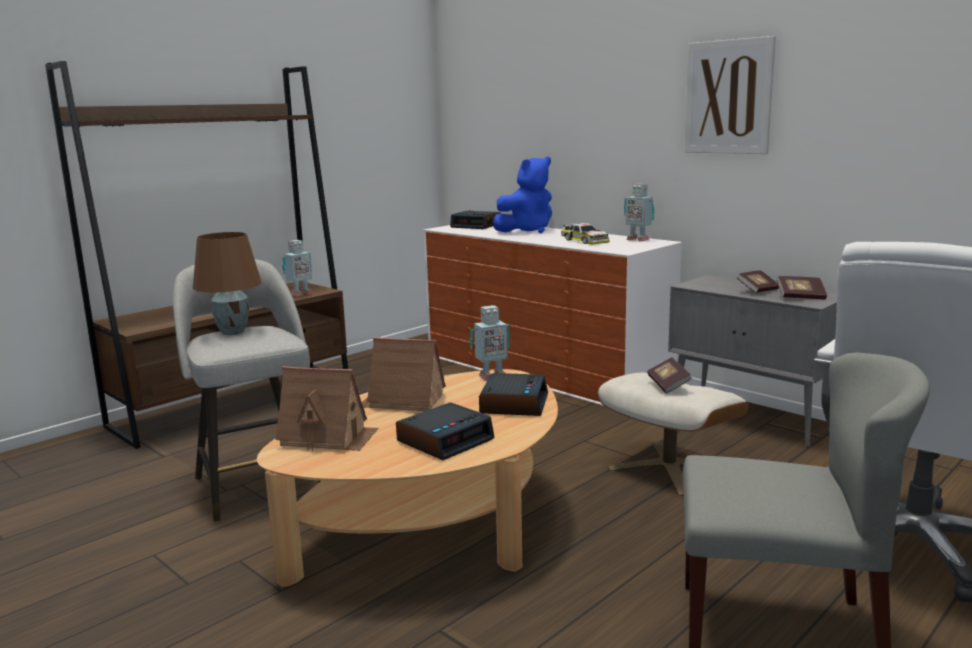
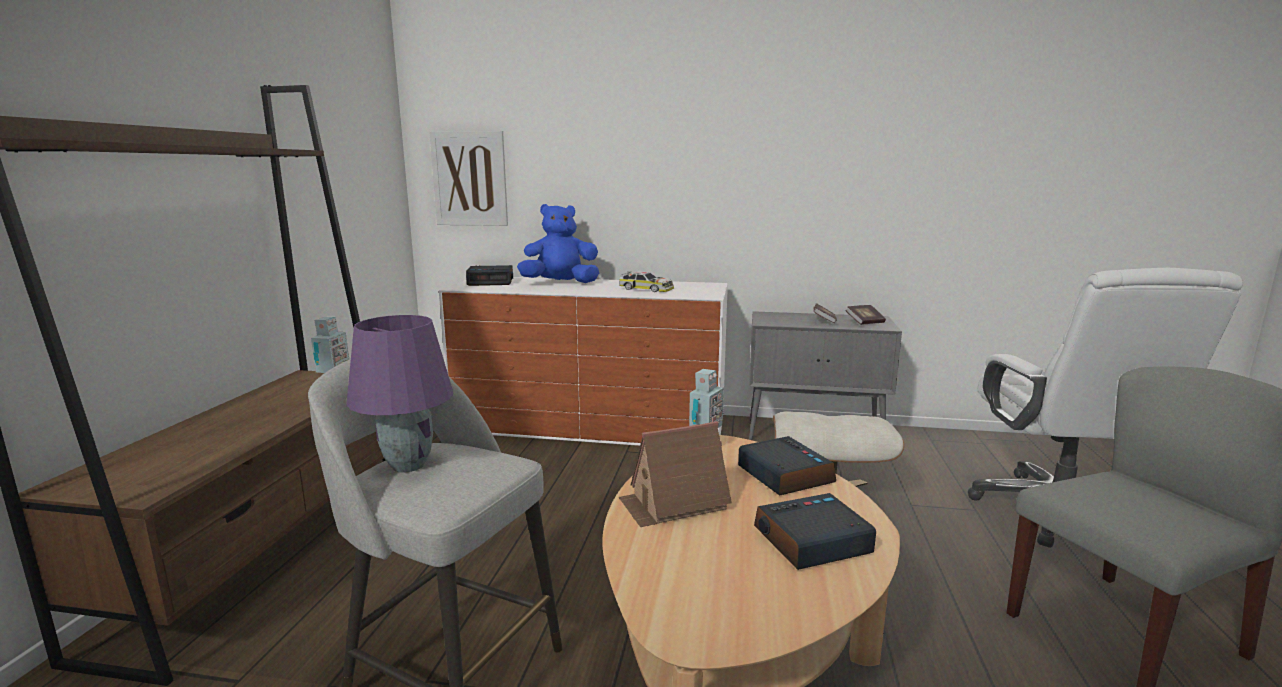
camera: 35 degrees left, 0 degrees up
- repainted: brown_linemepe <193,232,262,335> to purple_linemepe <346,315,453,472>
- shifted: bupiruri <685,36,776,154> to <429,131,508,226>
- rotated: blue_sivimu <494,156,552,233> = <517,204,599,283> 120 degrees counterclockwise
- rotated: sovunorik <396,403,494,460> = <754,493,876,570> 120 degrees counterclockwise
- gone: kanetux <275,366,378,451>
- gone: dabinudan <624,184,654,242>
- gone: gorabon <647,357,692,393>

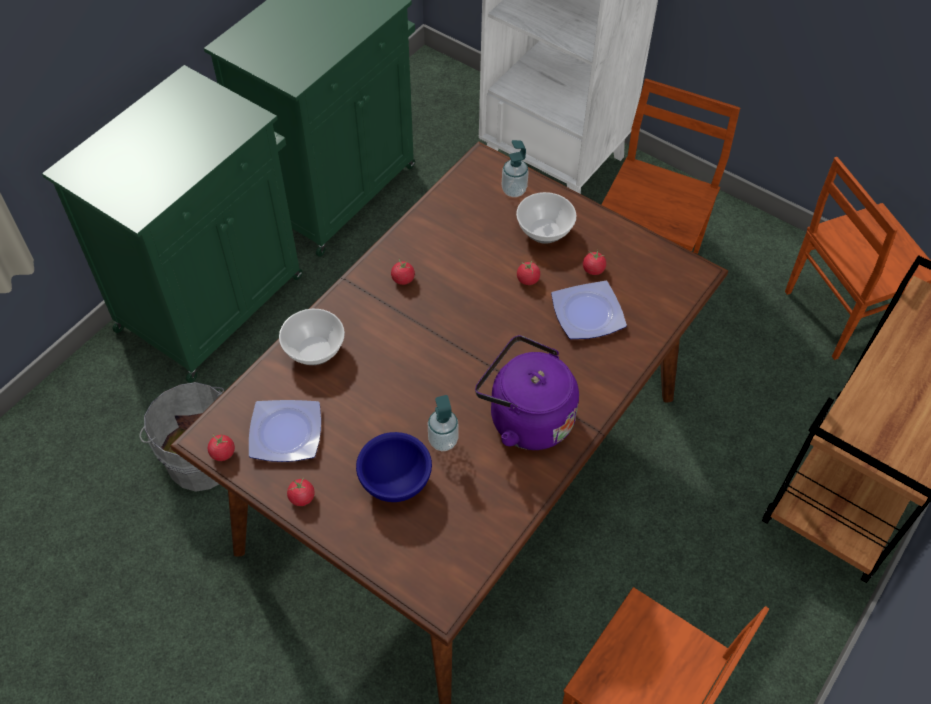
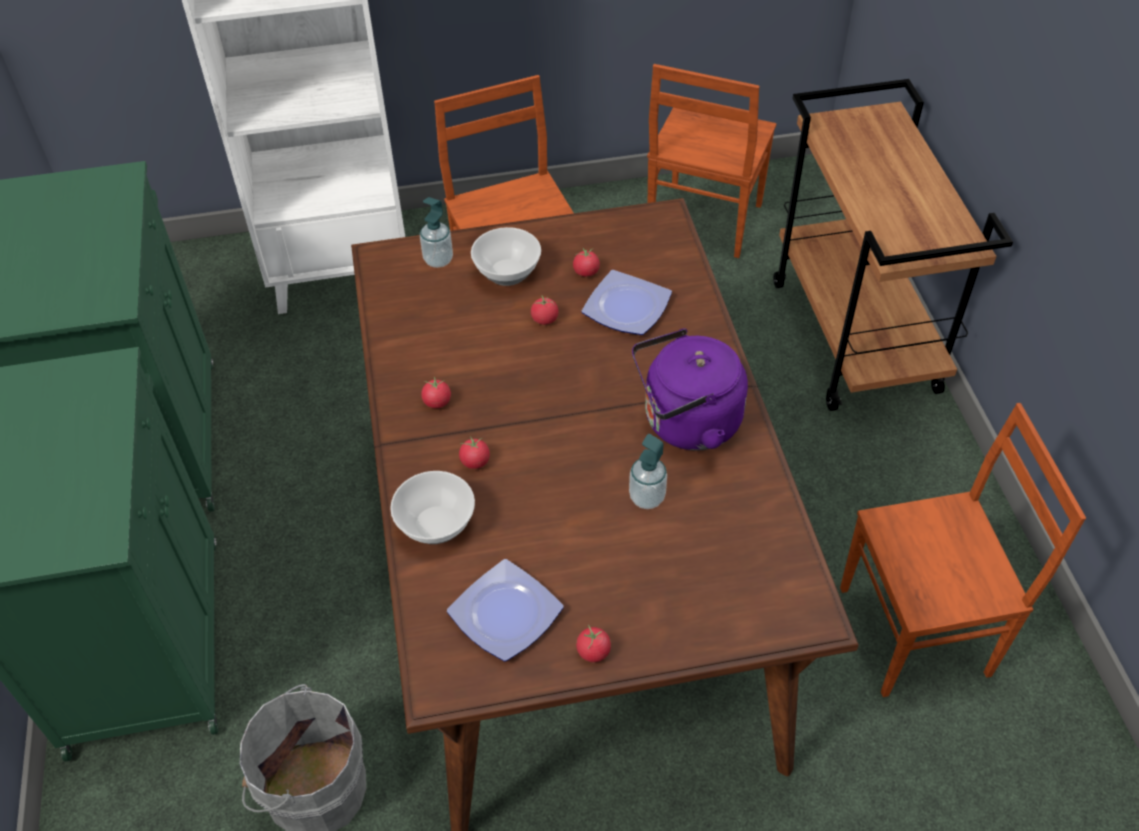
camera: 45 degrees left, 5 degrees down
- shifted: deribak <208,434,235,461> to <459,436,490,469>
- gone: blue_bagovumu <356,432,432,502>

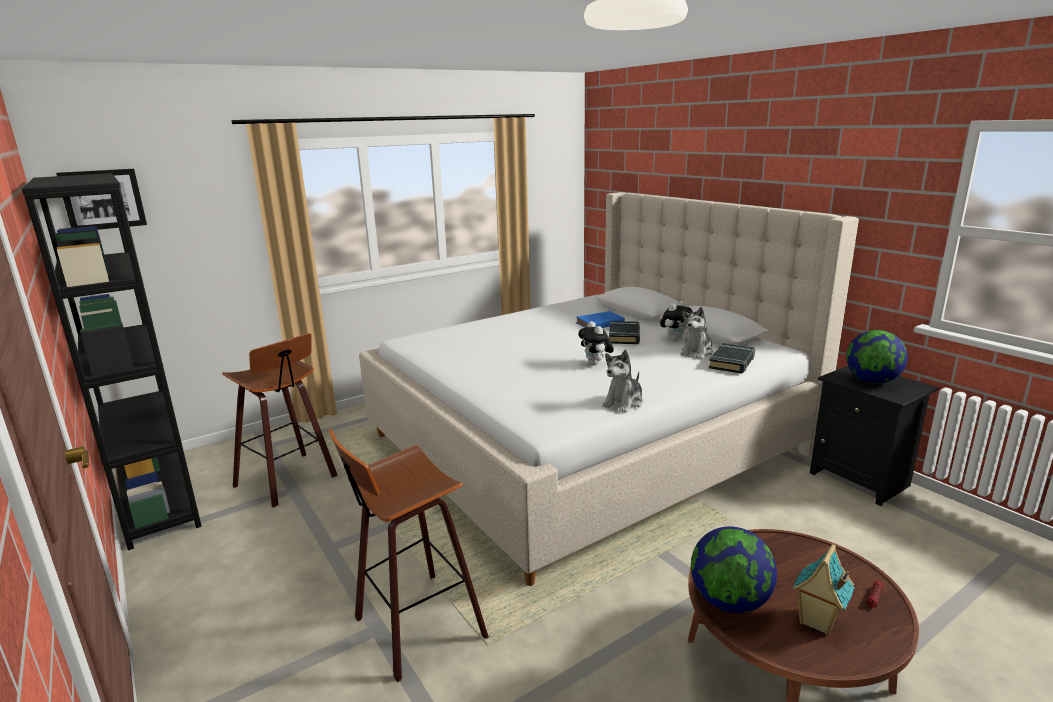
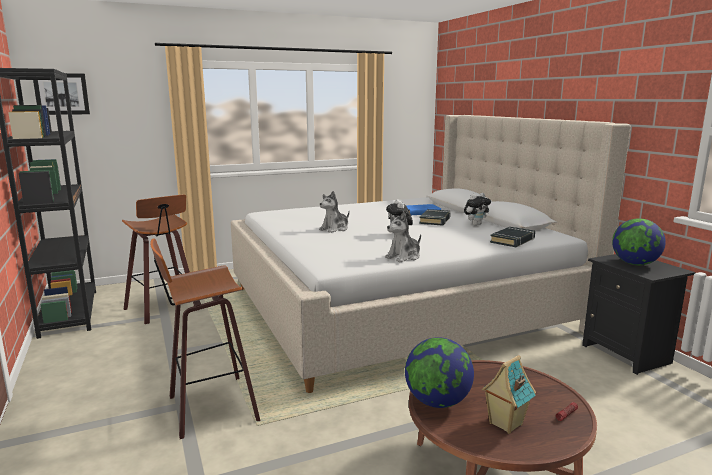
camera: 10 degrees right, 5 degrees down
- shifted: sivimu <681,307,713,359> to <319,191,350,233>

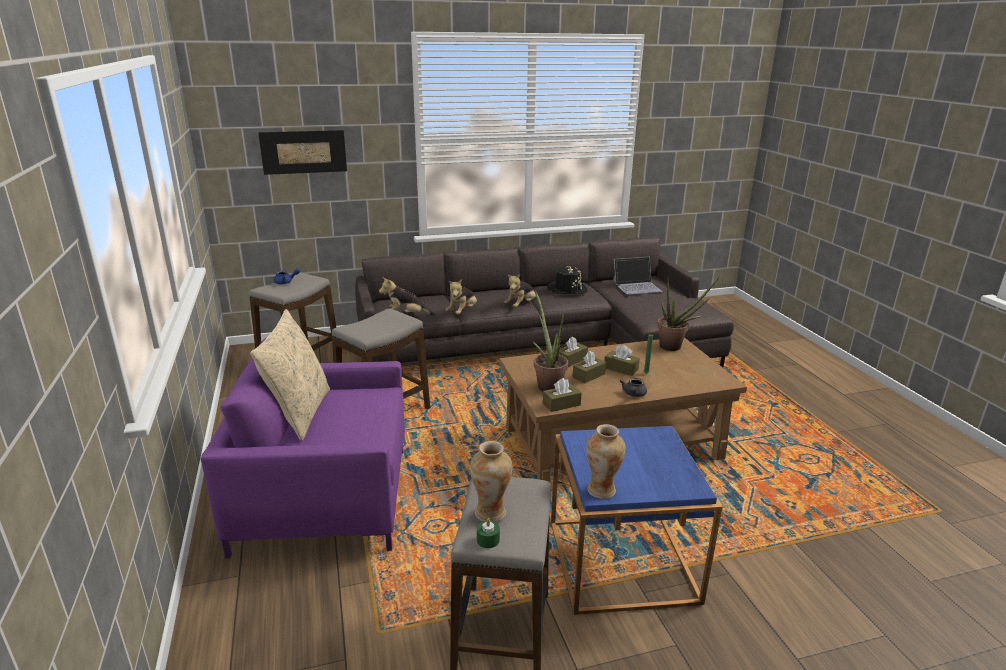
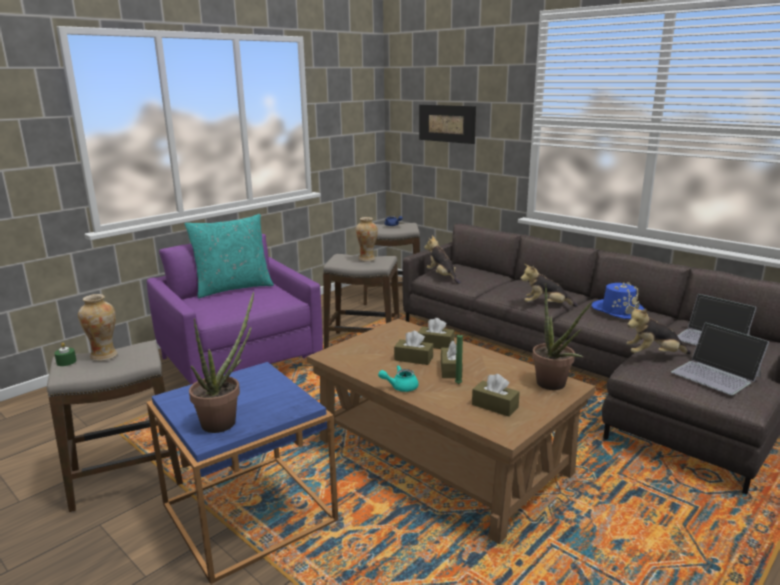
camera: 60 degrees right, 5 degrees down
- repainted: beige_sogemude <250,309,330,441> to turquoise_sogemude <185,214,274,298>
- shifted: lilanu <533,291,568,391> to <189,292,254,433>
- shifted: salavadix <586,424,626,499> to <355,217,378,262>
- repainted: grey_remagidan <620,378,647,397> to turquoise_remagidan <378,365,419,392>
- shifted: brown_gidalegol <543,378,582,412> to <472,374,520,417>
- repainted: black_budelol <547,266,588,294> to blue_budelol <592,282,645,319>
- shifted: sivimu <445,279,477,314> to <626,306,691,354>
- new: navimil <671,322,769,395>

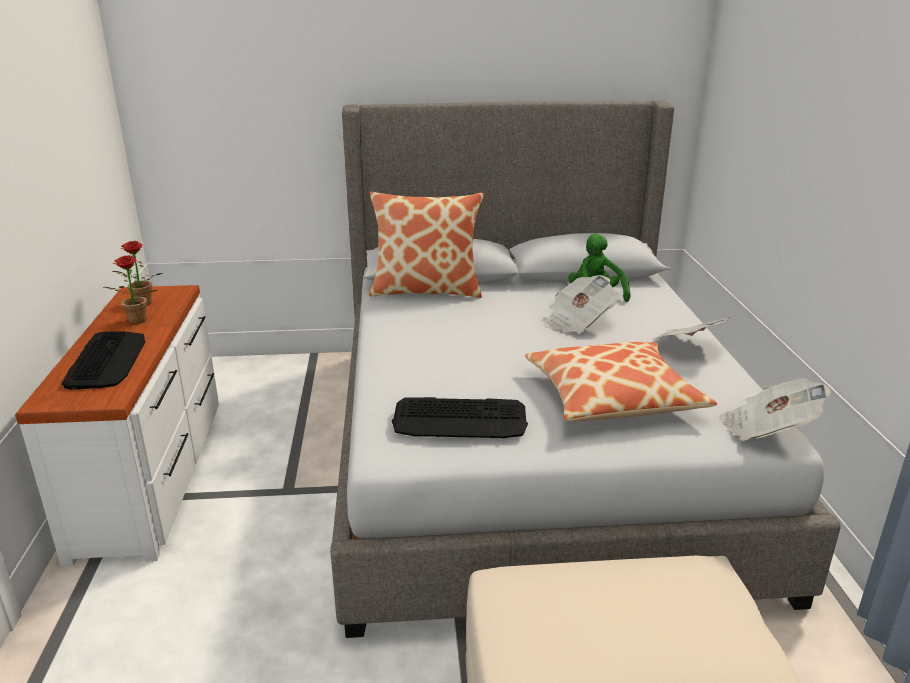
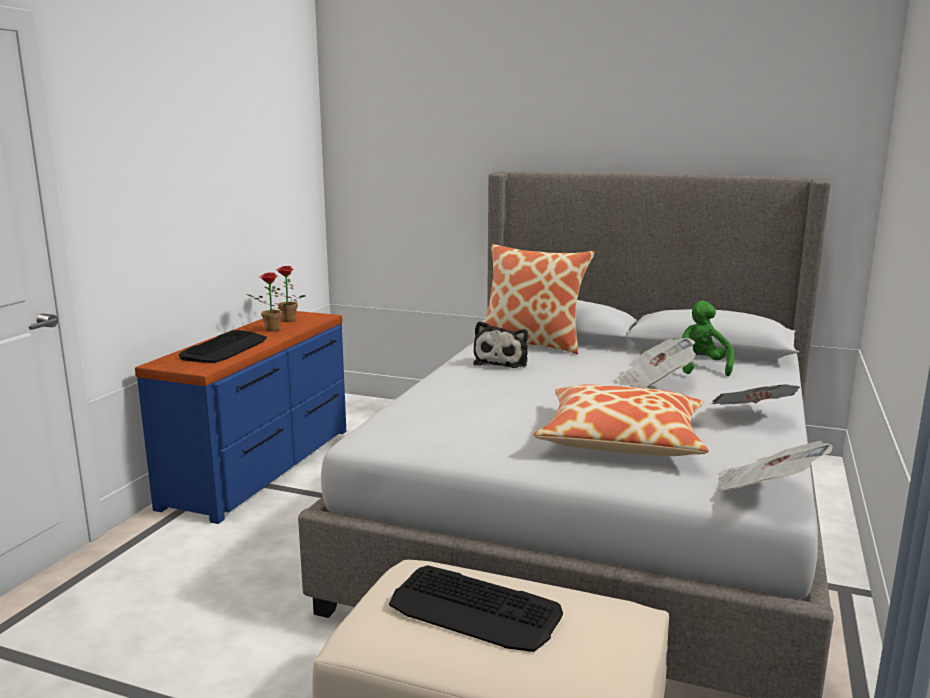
camera: 25 degrees right, 10 degrees down
- repainted: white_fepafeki <15,285,219,566> to blue_fepafeki <135,311,346,524>
- shifted: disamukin <392,397,528,439> to <389,565,563,652>
- new: sivimu <473,321,528,368>

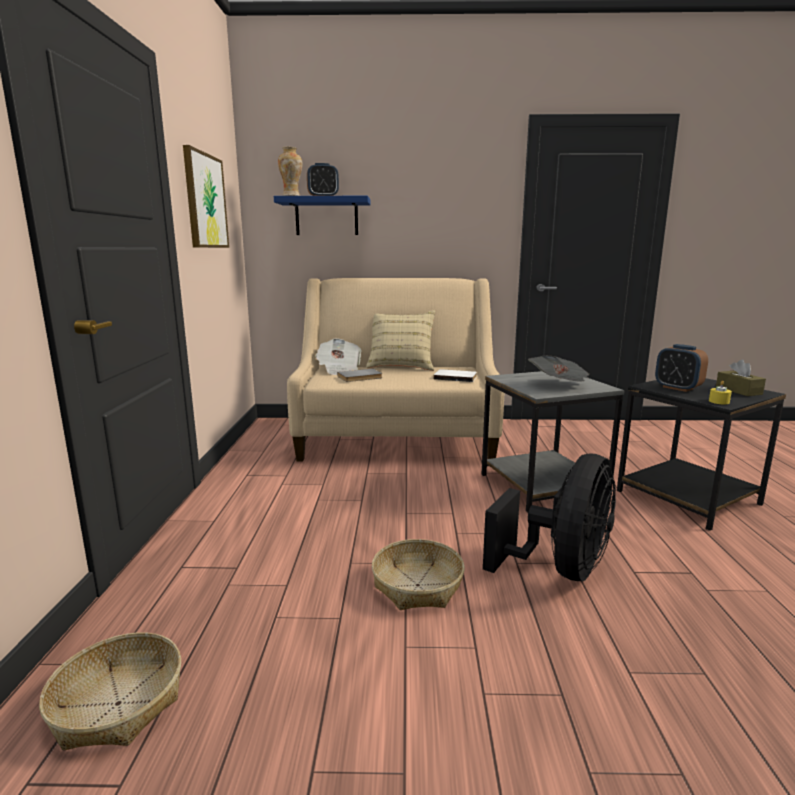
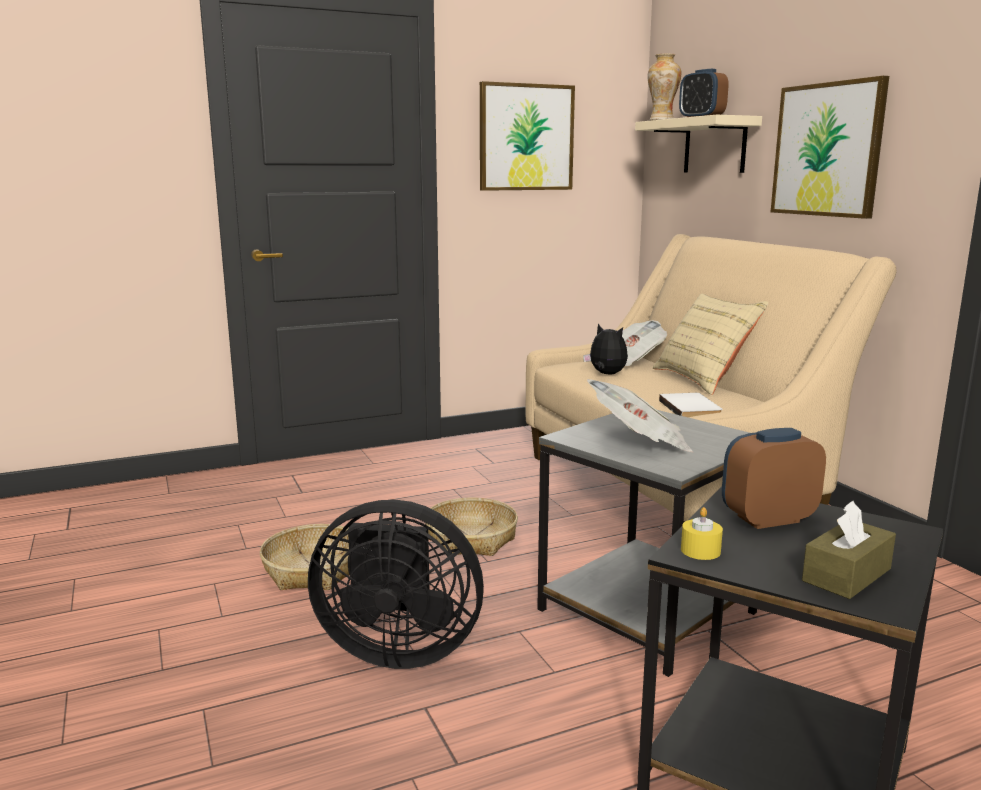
camera: 65 degrees right, 0 degrees up
- shifted: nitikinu <39,632,181,750> to <425,497,518,556>
- swapped: grey_gorabon <337,369,382,382> to sivimu <583,324,628,374>
- repainted: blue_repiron <274,196,370,235> to beige_repiron <635,115,762,173>
- rotated: sovunorik <655,344,708,392> = <722,428,826,529> 45 degrees clockwise
- new: bupiruri <771,76,889,219>

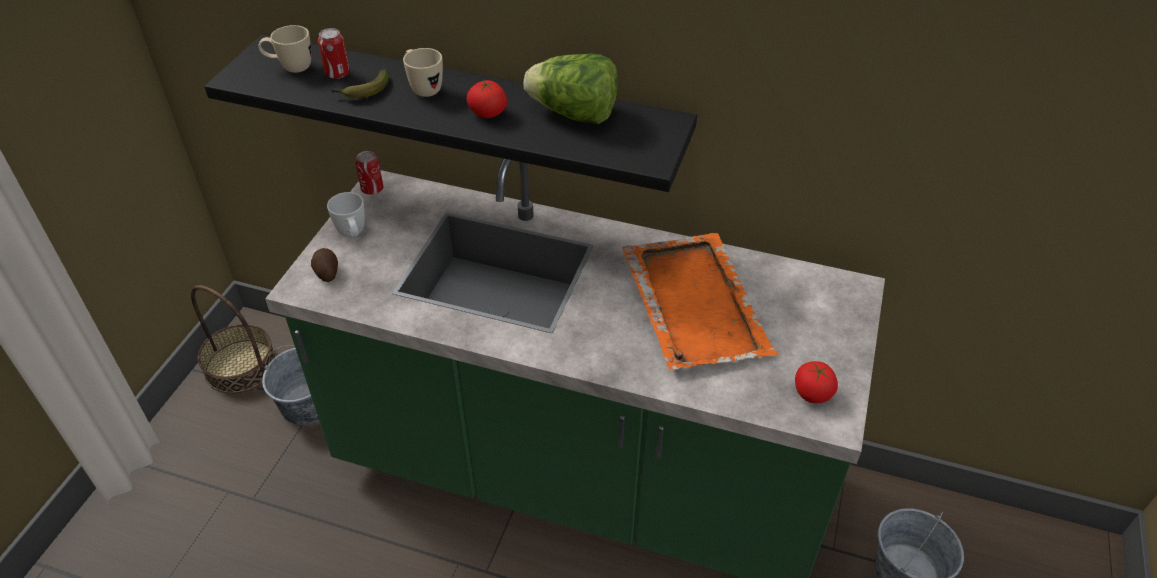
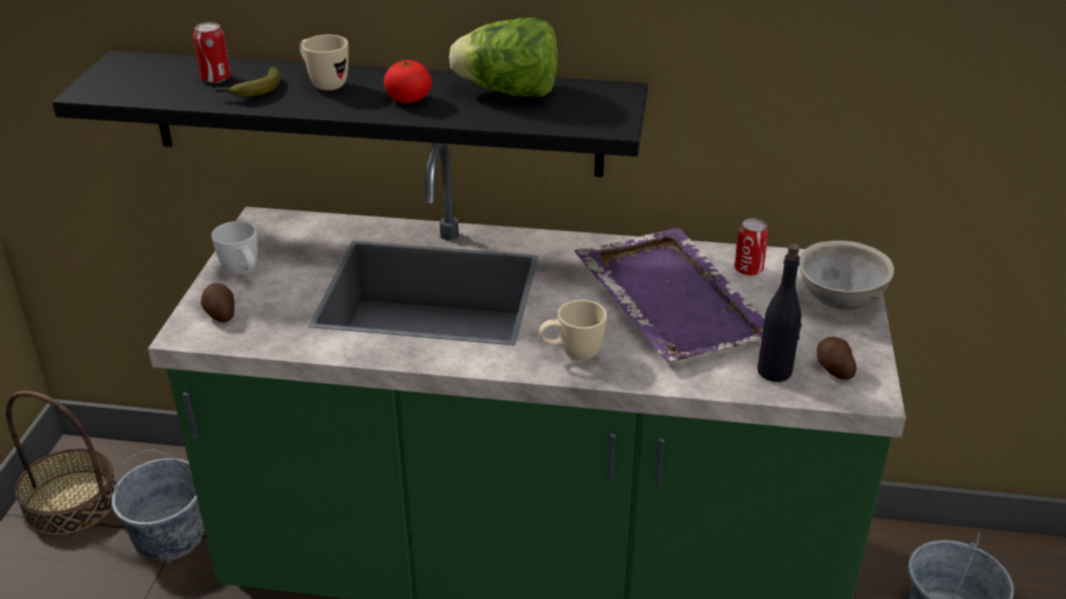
camera: 10 degrees left, 10 degrees down
- shifted: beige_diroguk <258,25,311,73> to <539,300,607,360>
- repainted: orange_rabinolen <622,233,778,370> to purple_rabinolen <575,228,764,361>
- shifted: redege <355,151,383,195> to <734,219,768,276>
- new: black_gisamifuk <757,243,802,382>
- new: grey_bagovumu <799,241,894,310>
- swapped: deribak <795,361,838,403> to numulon <817,336,857,380>

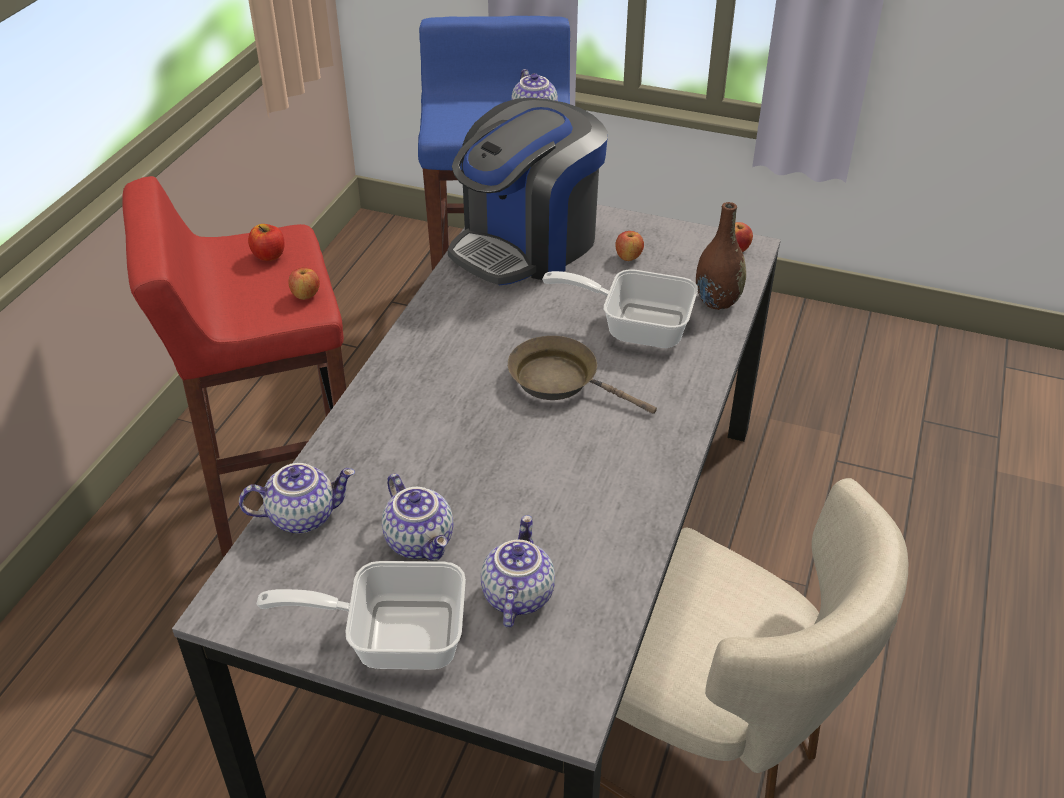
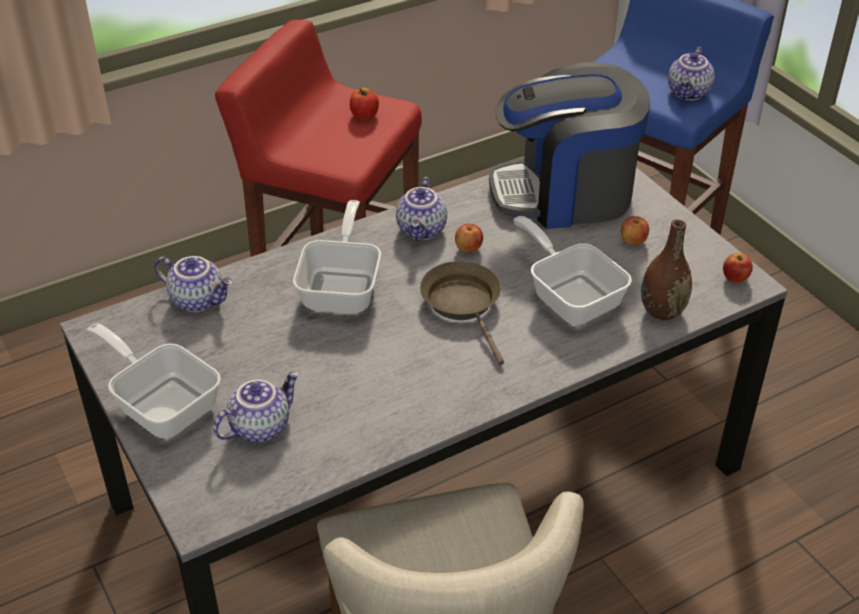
camera: 40 degrees right, 0 degrees up
- new: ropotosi <293,200,381,313>
- shifted: remagidan <382,474,453,561> to <396,177,447,241>
- shifted: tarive <289,267,320,300> to <455,224,483,253>

